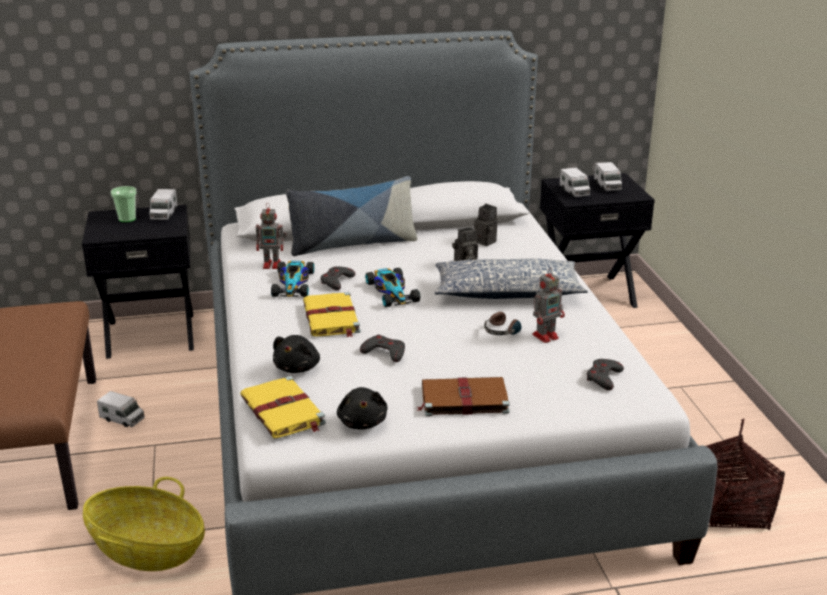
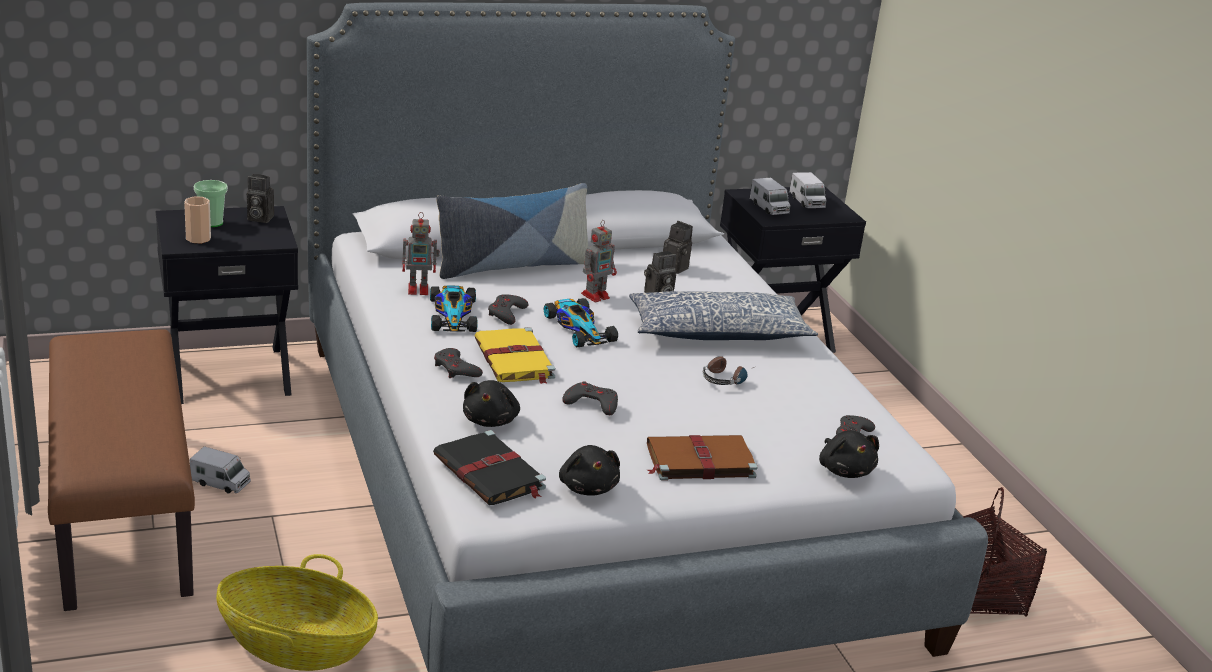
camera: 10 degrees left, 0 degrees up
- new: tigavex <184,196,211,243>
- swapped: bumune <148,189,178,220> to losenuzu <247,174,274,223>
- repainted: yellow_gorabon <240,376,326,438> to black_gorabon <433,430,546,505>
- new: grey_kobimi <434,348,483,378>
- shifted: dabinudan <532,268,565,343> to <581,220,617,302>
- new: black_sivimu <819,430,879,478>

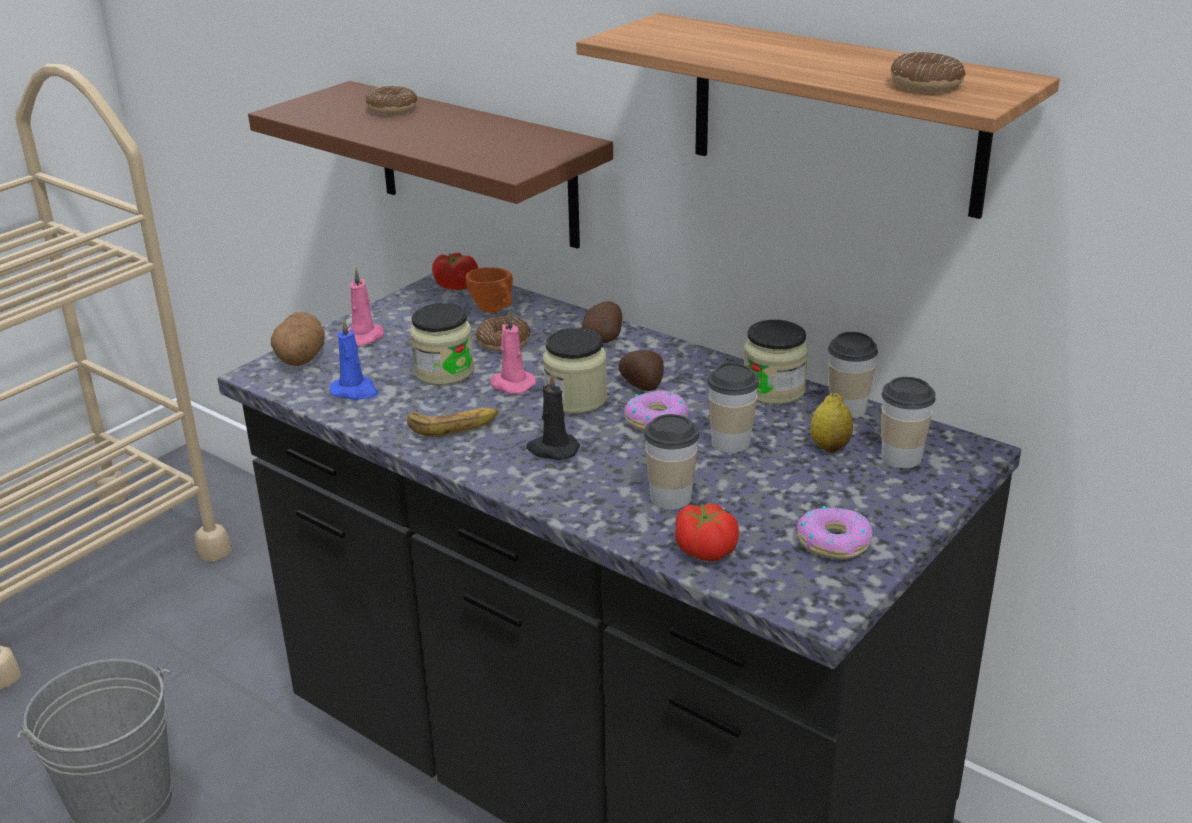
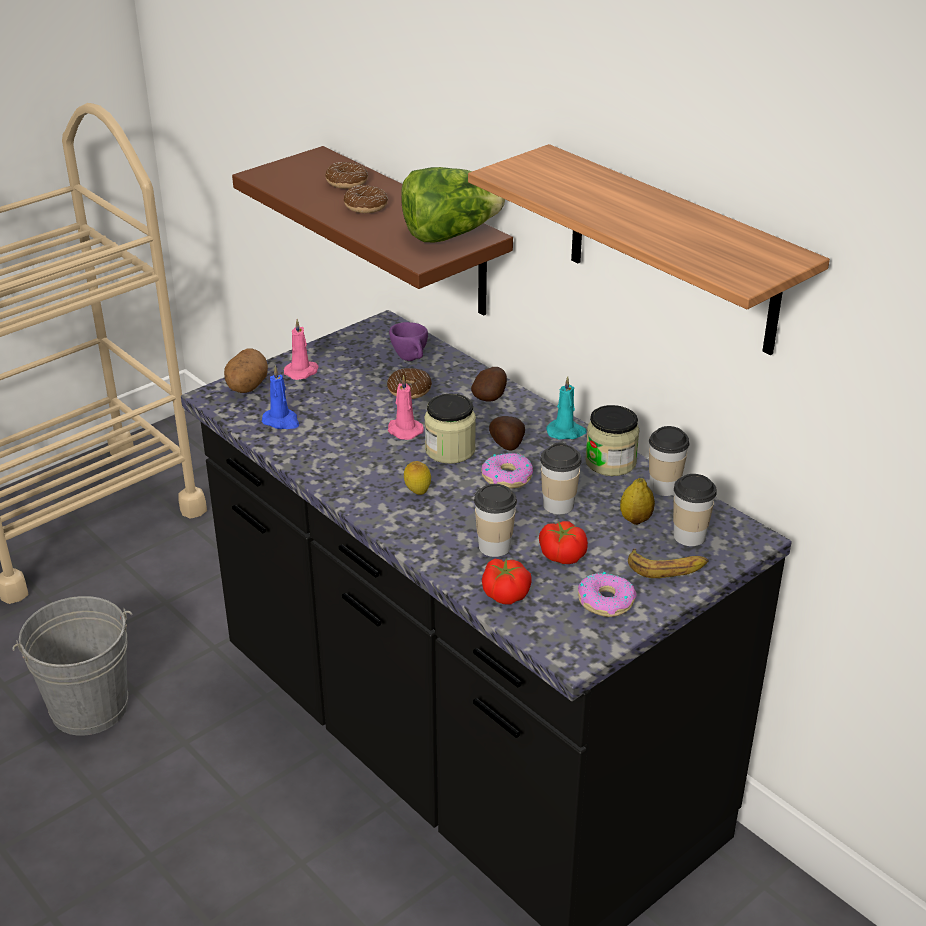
camera: 10 degrees right, 5 degrees up
- shifted: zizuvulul <891,52,966,92> to <343,185,388,213>
- repainted: orange_tigavex <466,267,513,313> to purple_tigavex <389,322,428,361>
- new: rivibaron <401,167,505,242>
- swapped: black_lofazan <527,372,580,460> to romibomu <404,461,431,495>
- shifted: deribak <432,253,478,290> to <539,521,588,564>
- new: turquoise_lofazan <546,376,587,439>
- shifted: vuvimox <407,408,499,437> to <628,548,709,578>
- gone: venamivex <410,303,474,385>

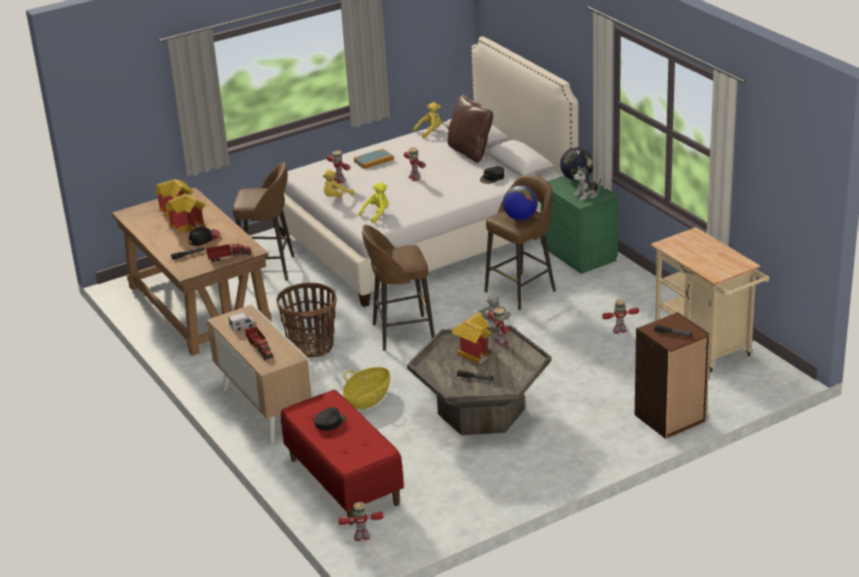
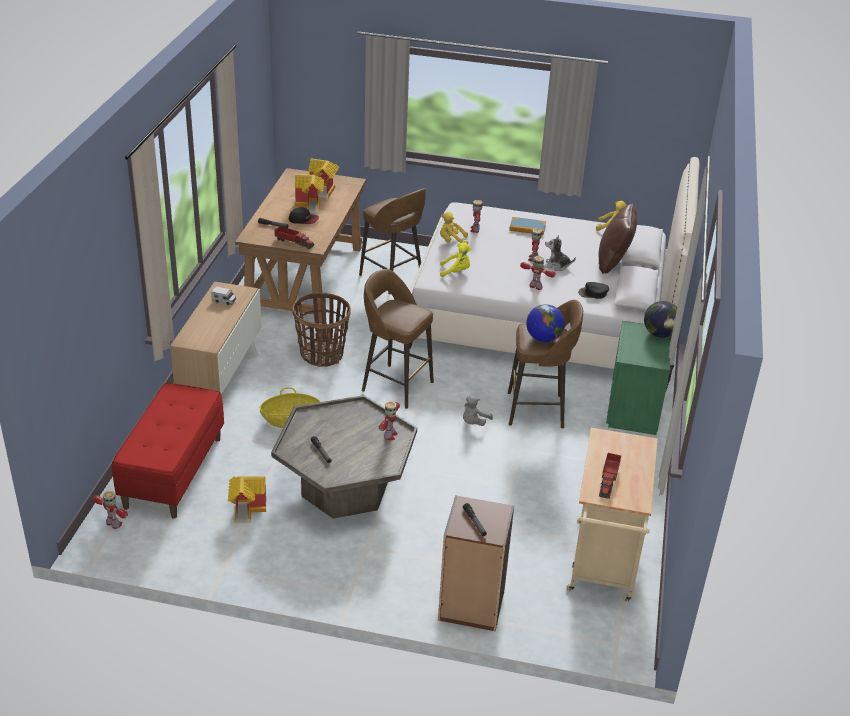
camera: 40 degrees right, 5 degrees up
- shifted: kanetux <452,312,490,364> to <228,476,267,523>
- shifted: dabinudan <602,300,639,334> to <520,256,556,290>
- shifted: sivimu <573,166,601,200> to <544,235,576,271>
- shifted: bumune <245,327,273,360> to <599,453,621,499>
- gone: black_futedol <314,407,346,431>

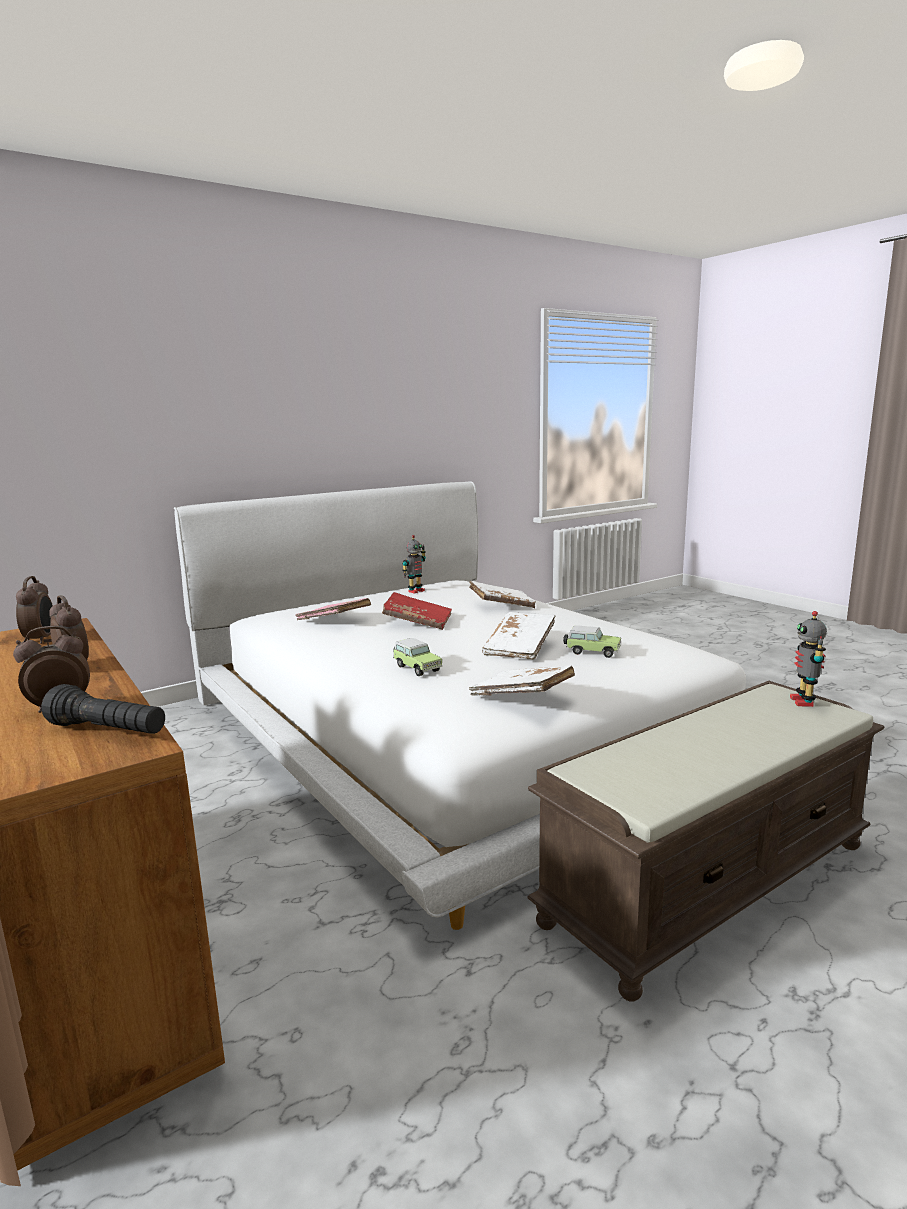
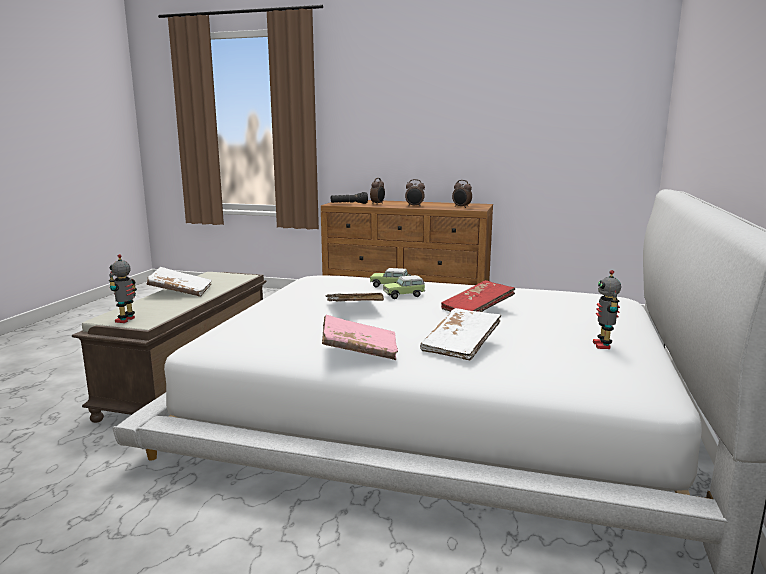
camera: 140 degrees right, 0 degrees up
- rotated: dabinudan <790,611,827,707> = <109,254,137,323> 135 degrees counterclockwise
- shifted: white_gorabon <469,666,575,695> to <147,267,212,297>
- shifted: pink_gorabon <295,598,371,620> to <322,315,398,360>
- shifted: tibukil <563,625,621,658> to <383,275,425,299>

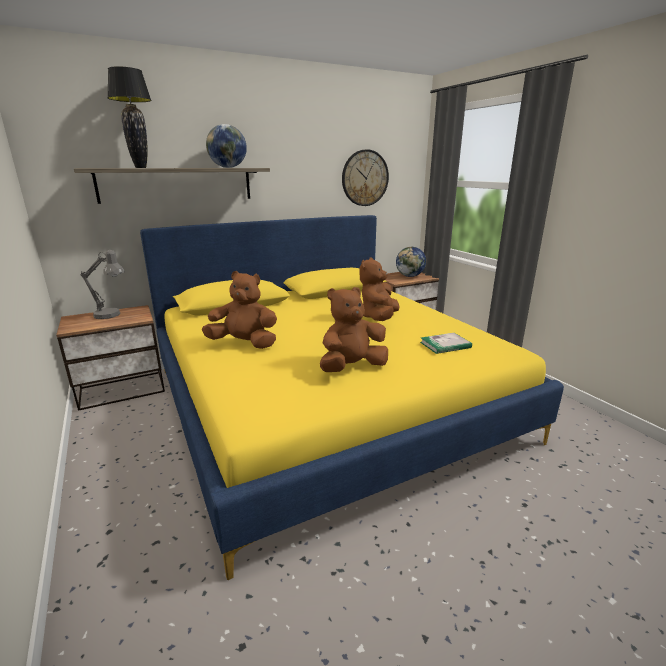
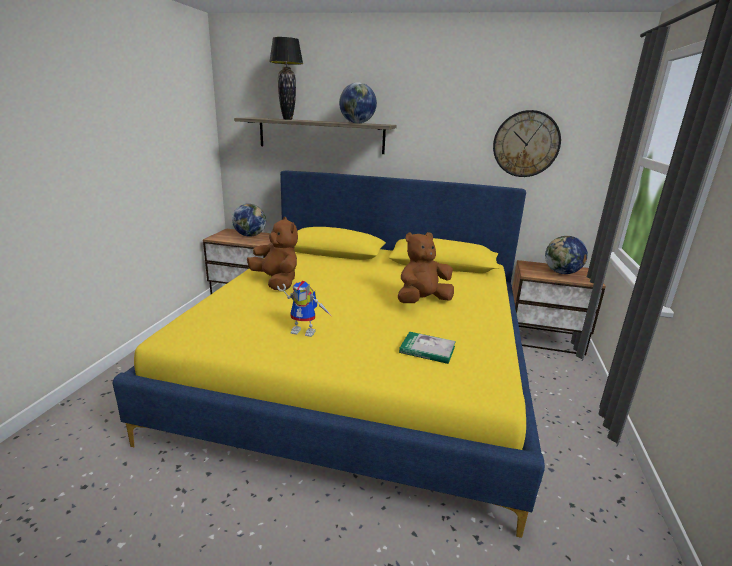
camera: 40 degrees right, 0 degrees up
- swapped: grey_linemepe <80,250,125,319> to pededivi <232,204,266,237>
- swapped: brown_sivimu <320,287,388,372> to dabinudan <277,281,330,337>

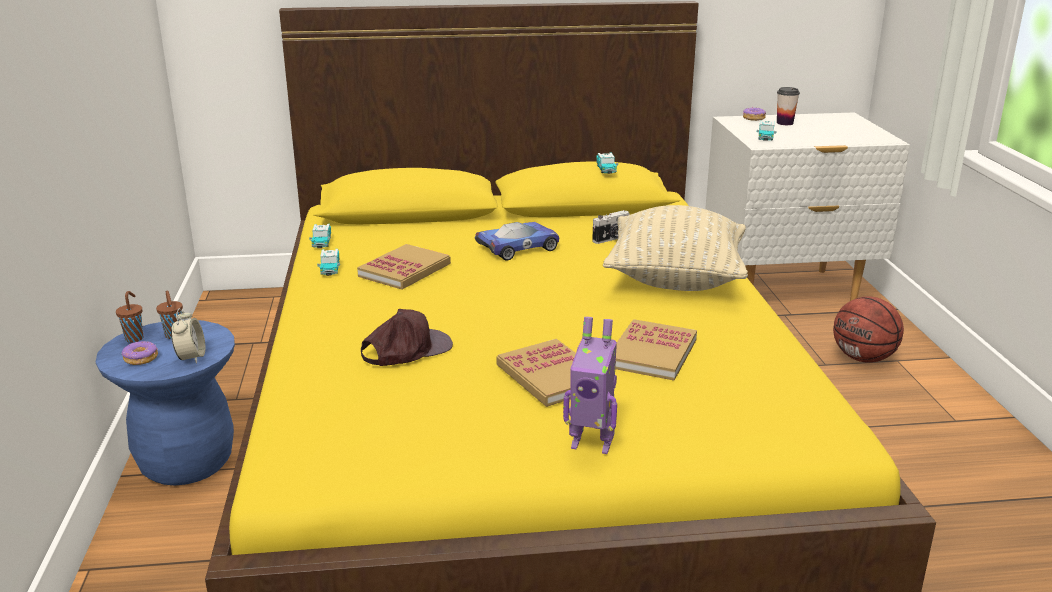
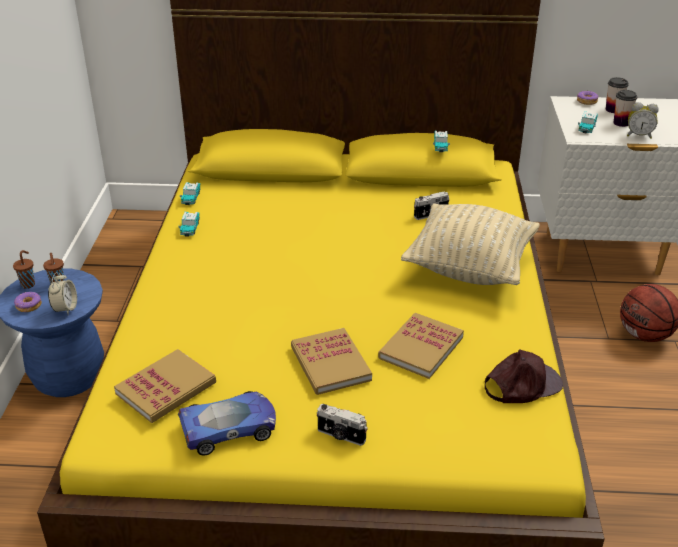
camera: 10 degrees right, 10 degrees up
- shifted: gorabon <357,244,451,290> to <114,349,216,423>
- shifted: tibukil <475,222,559,261> to <178,391,276,456>
- swapped: dabinudan <563,317,617,454> to losenuzu <317,404,368,446>
- shifted: brown_futedol <361,309,453,366> to <485,349,563,403>
- new: tigavex <613,90,637,127>
- new: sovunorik <627,102,659,139>

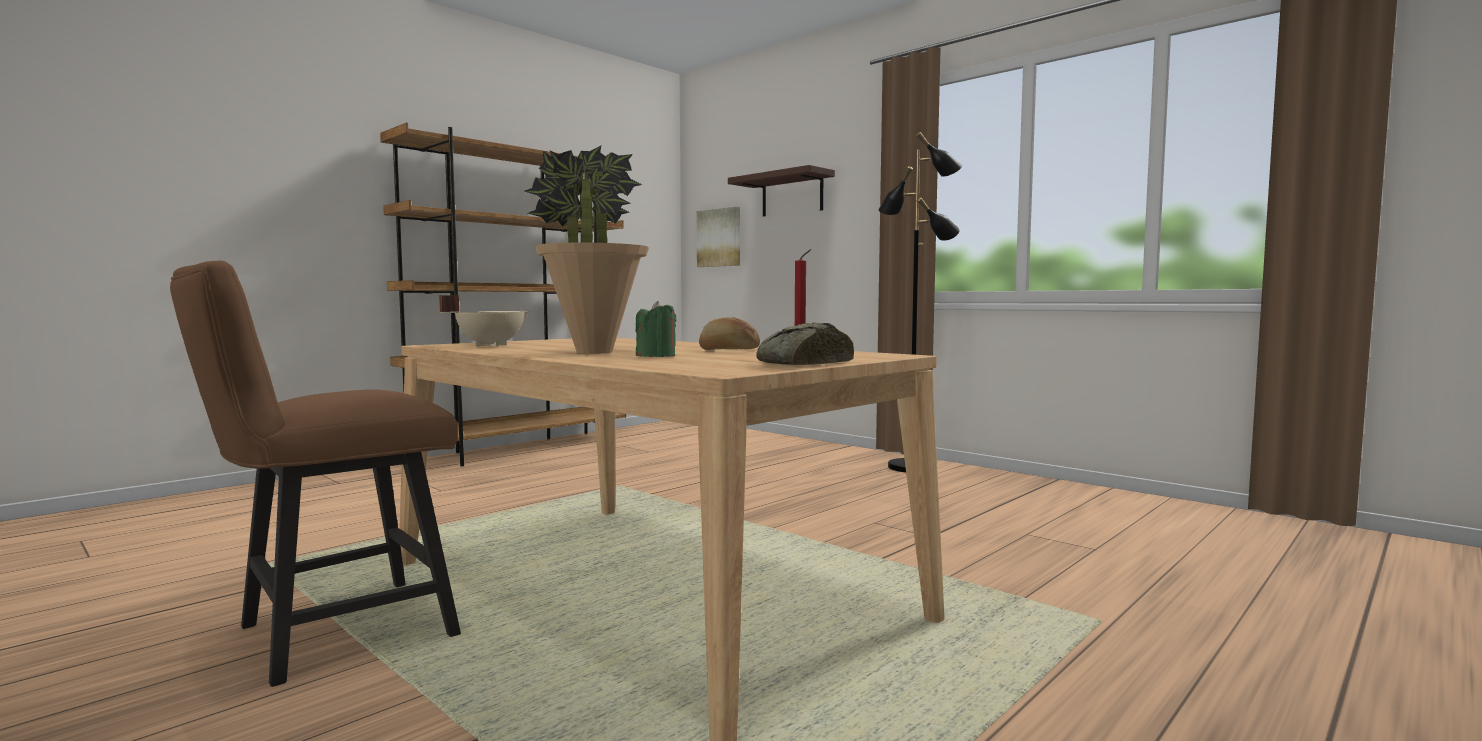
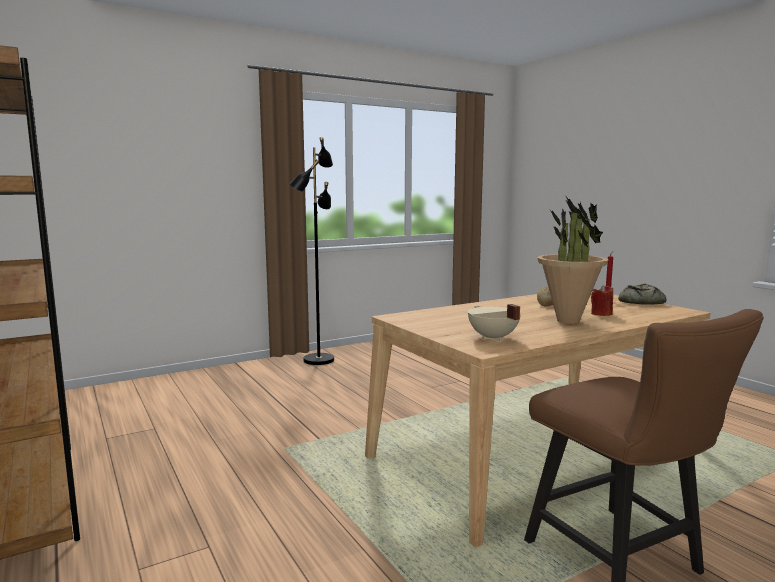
camera: 75 degrees left, 5 degrees up
- repainted: green_lofazan <635,301,676,357> to red_lofazan <591,285,613,316>
- gone: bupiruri <697,207,740,267>
- gone: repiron <728,165,835,217>

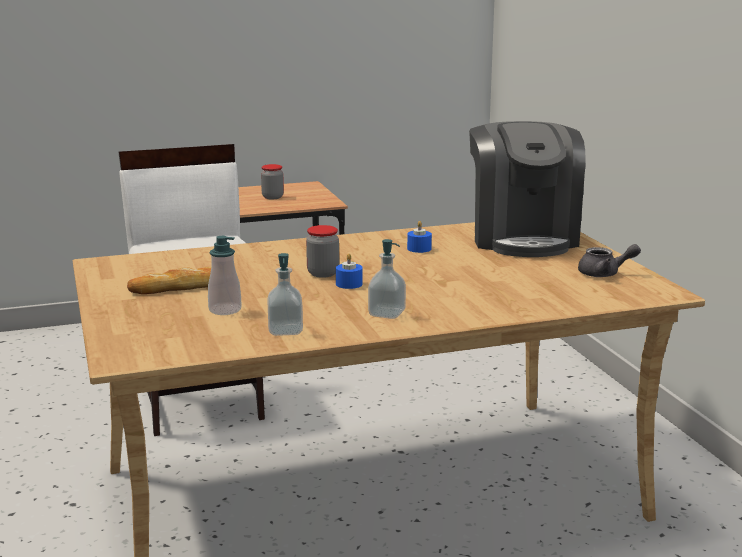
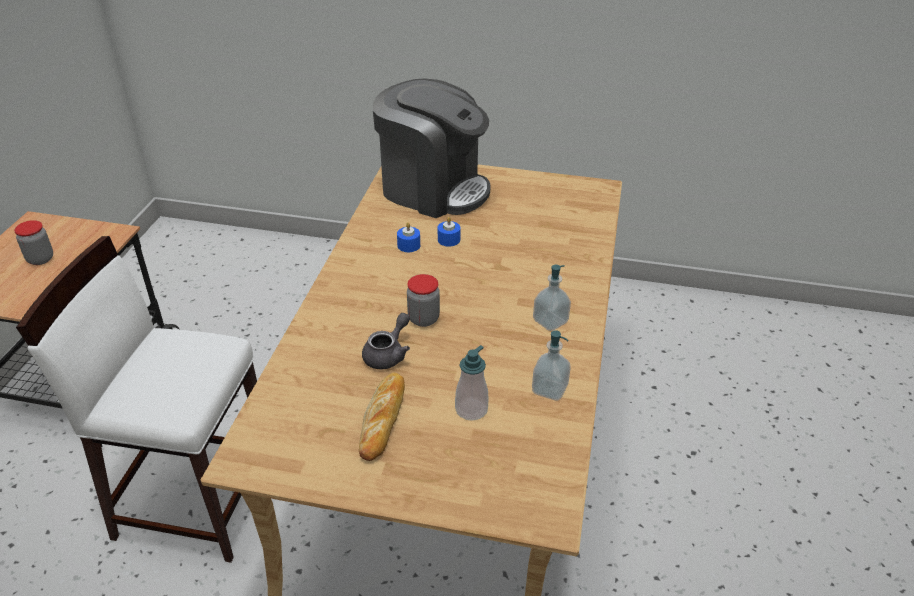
camera: 60 degrees left, 20 degrees up
- shifted: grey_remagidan <578,244,641,277> to <362,313,410,369>
- shifted: blue_lofazan <336,253,363,289> to <438,217,460,247>

